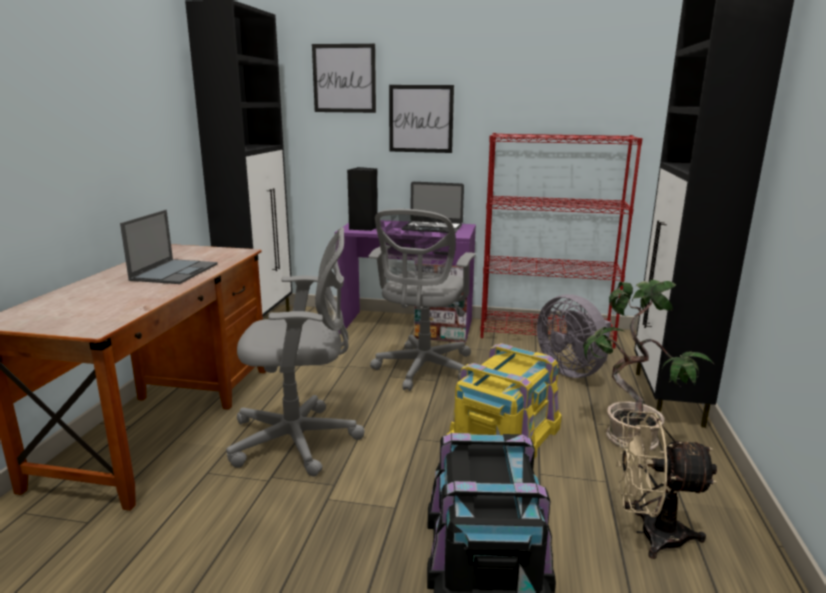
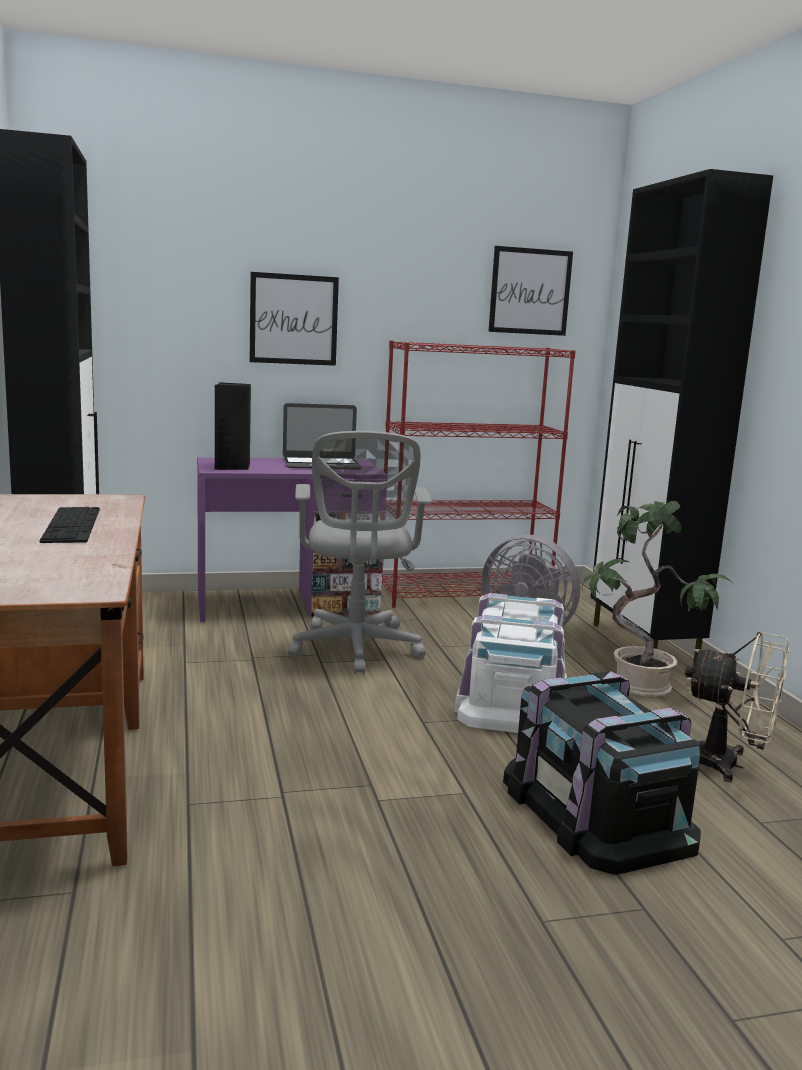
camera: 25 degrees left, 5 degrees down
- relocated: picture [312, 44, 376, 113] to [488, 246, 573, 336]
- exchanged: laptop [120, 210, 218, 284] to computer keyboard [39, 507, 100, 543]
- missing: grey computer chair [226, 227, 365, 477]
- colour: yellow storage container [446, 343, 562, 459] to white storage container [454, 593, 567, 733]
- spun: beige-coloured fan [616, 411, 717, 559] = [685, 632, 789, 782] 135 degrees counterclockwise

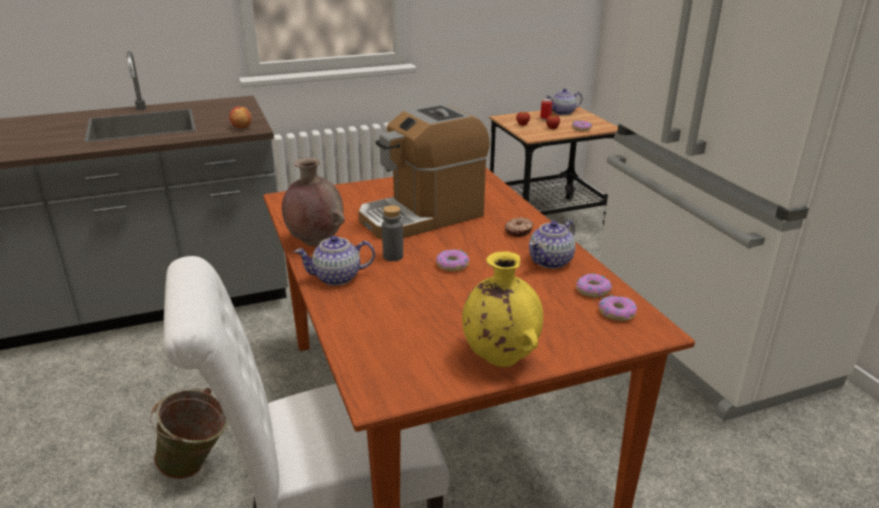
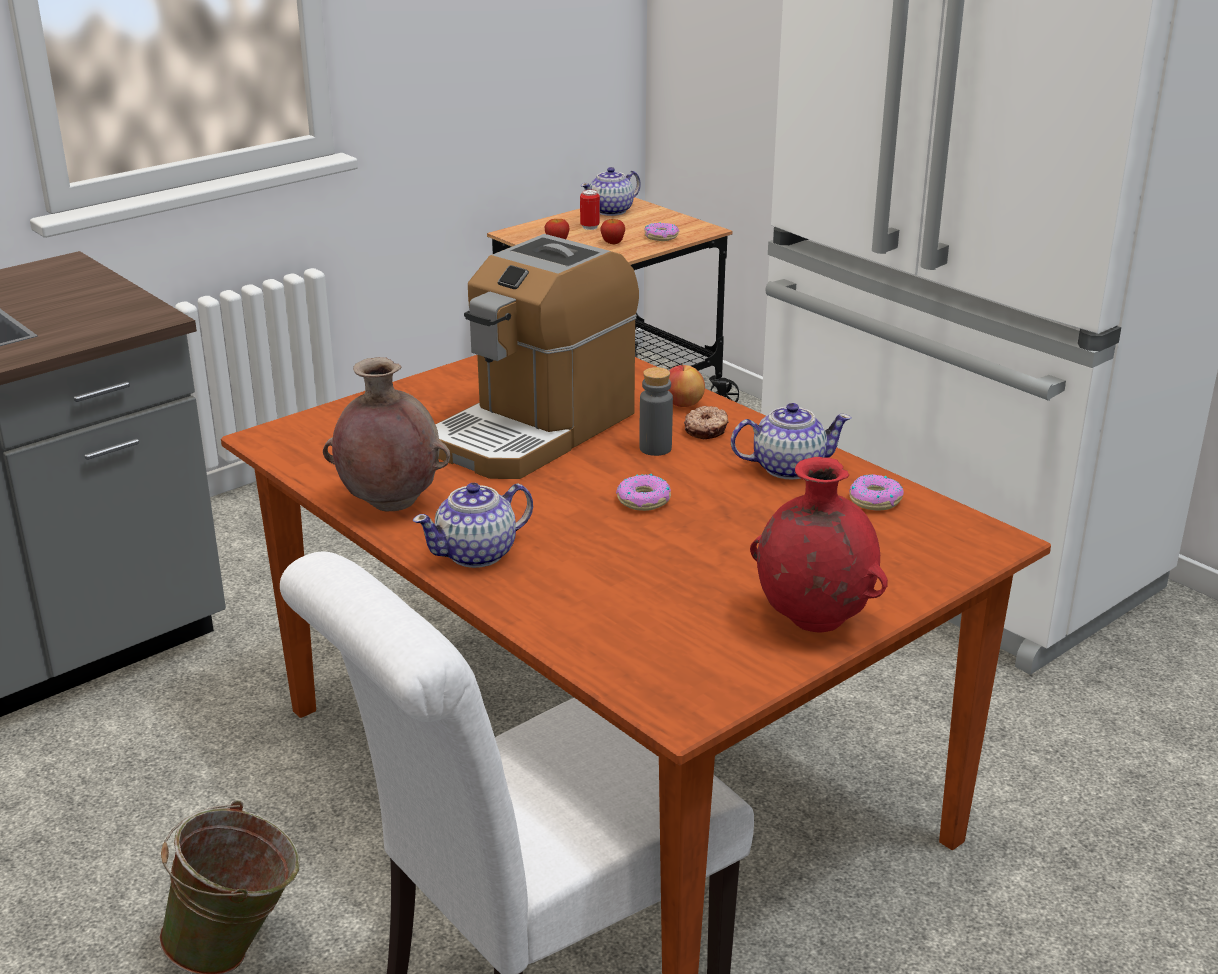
camera: 20 degrees left, 0 degrees up
- relocated: apple fruit [229, 107, 251, 129] to [668, 364, 705, 407]
- relocated: grey bottle [382, 205, 403, 261] to [639, 367, 673, 456]
- spun: tea pot [529, 220, 576, 269] = [731, 403, 852, 480] 120 degrees counterclockwise
- colour: yellow vase [462, 251, 543, 367] to red-coloured vase [750, 457, 888, 632]
- missing: ring doughnut [599, 295, 637, 321]

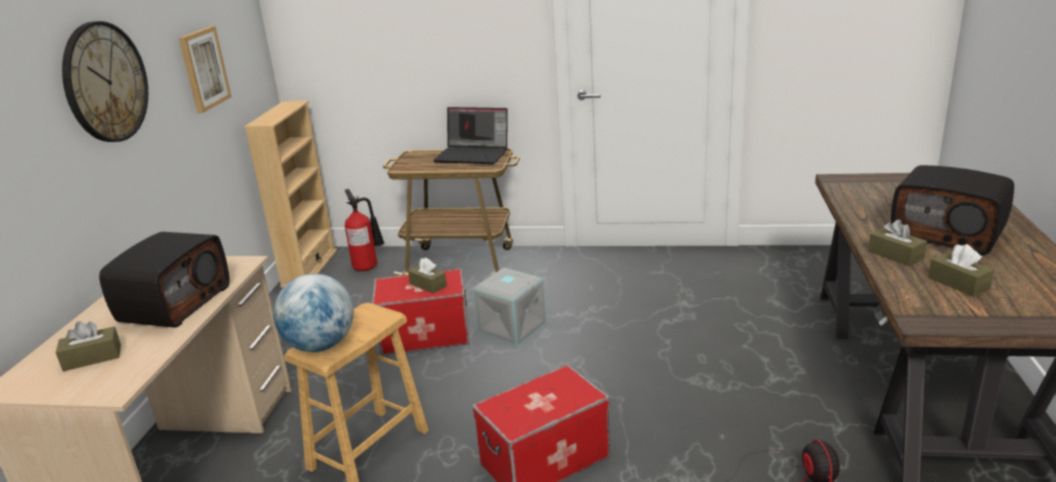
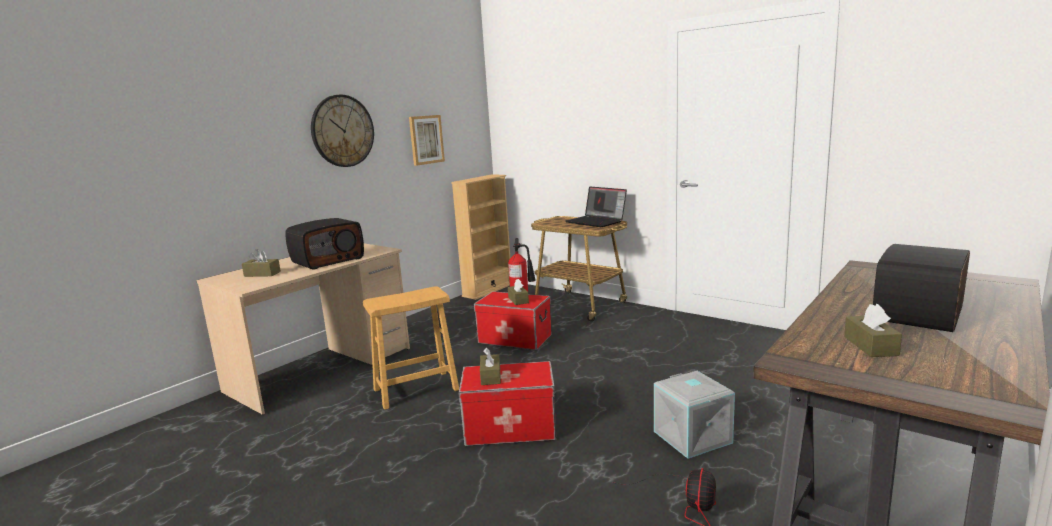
camera: 30 degrees right, 10 degrees down
- spun: radio receiver [891, 165, 1014, 255] = [873, 244, 970, 332] 60 degrees clockwise
- relocated: brown-coloured tissue holder [868, 219, 927, 266] to [480, 348, 501, 385]
- relocated: grey storage container [472, 268, 546, 346] to [654, 371, 735, 459]
- missing: world globe [273, 274, 354, 352]

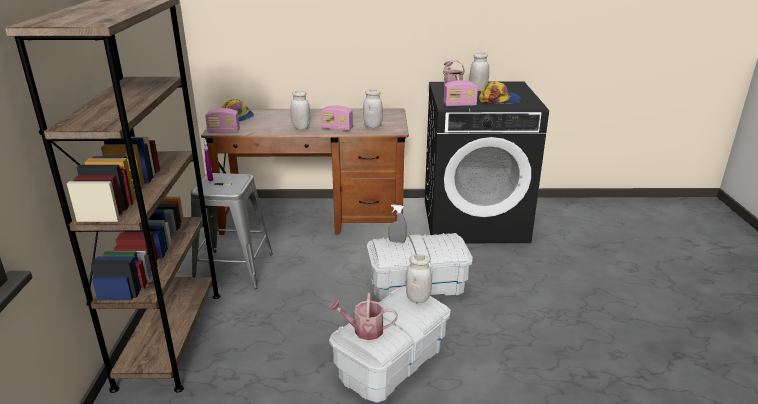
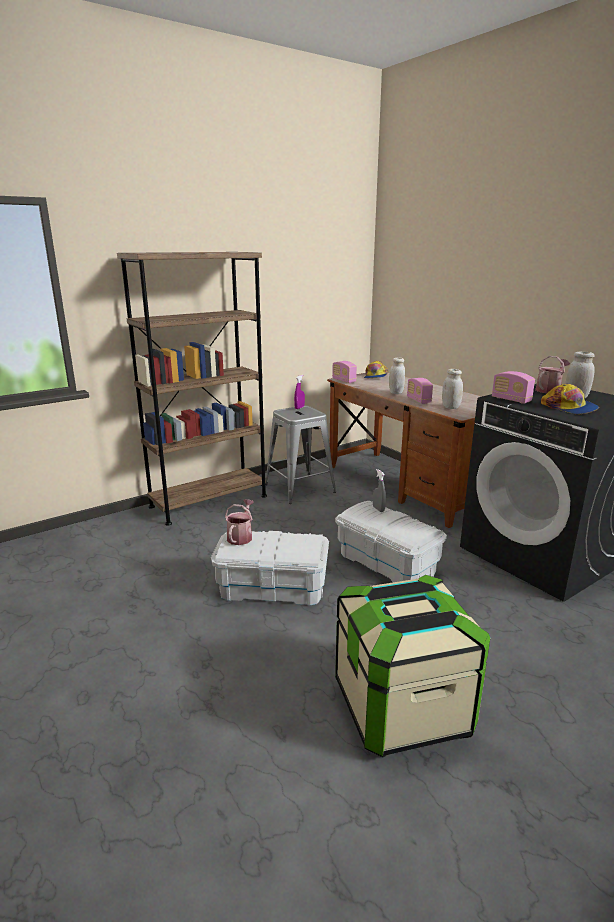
camera: 55 degrees right, 5 degrees down
- missing: white jar [406, 254, 432, 303]
- spun: watering pot [329, 293, 398, 340] = [225, 499, 254, 545] 45 degrees clockwise
- appeared: storage container [335, 575, 490, 757]

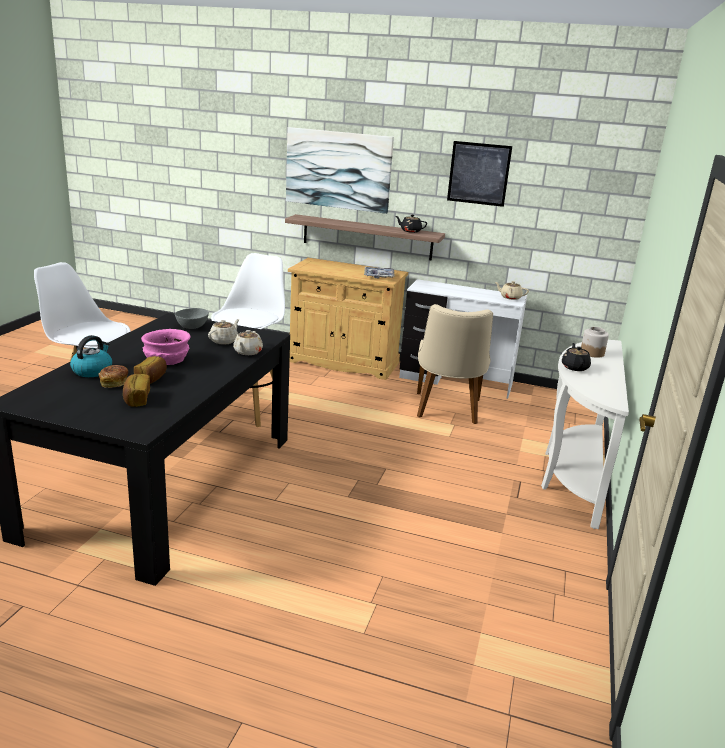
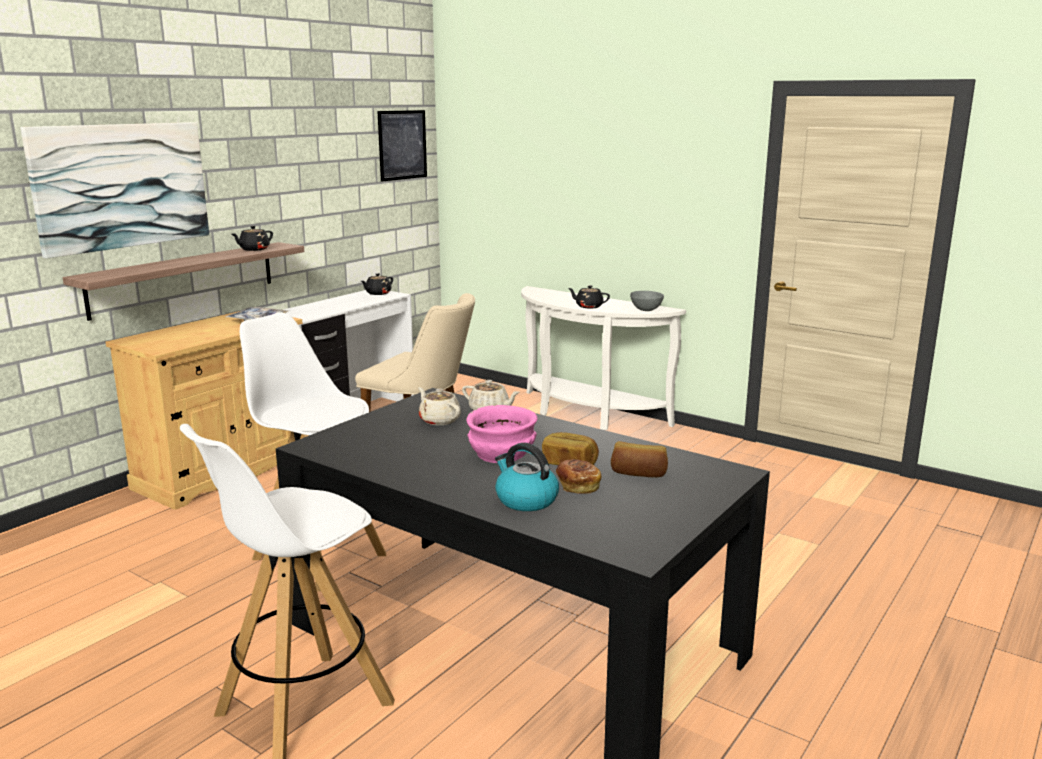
camera: 70 degrees left, 5 degrees down
- relocated: picture [447, 141, 512, 207] to [377, 110, 427, 182]
- colour: beige-coloured tea pot [495, 281, 529, 300] to black-coloured tea pot [361, 273, 393, 295]
- relocated: grey deep dish [175, 308, 209, 329] to [630, 291, 664, 311]
- missing: jar [581, 327, 609, 358]

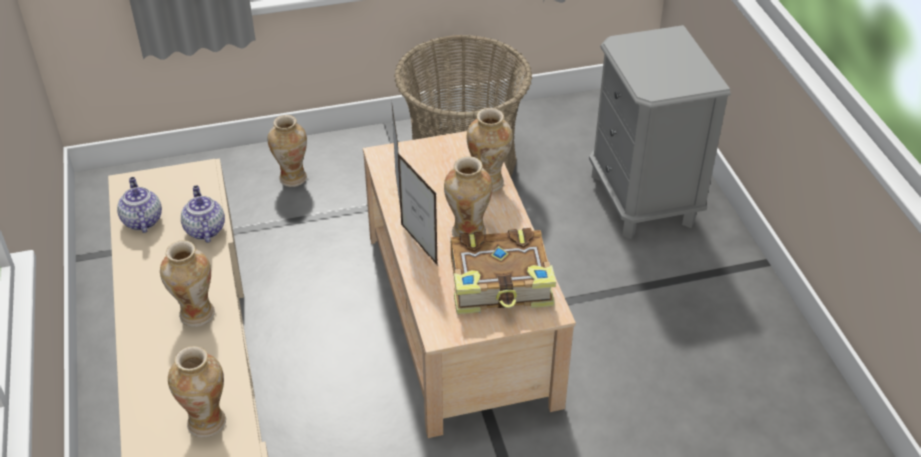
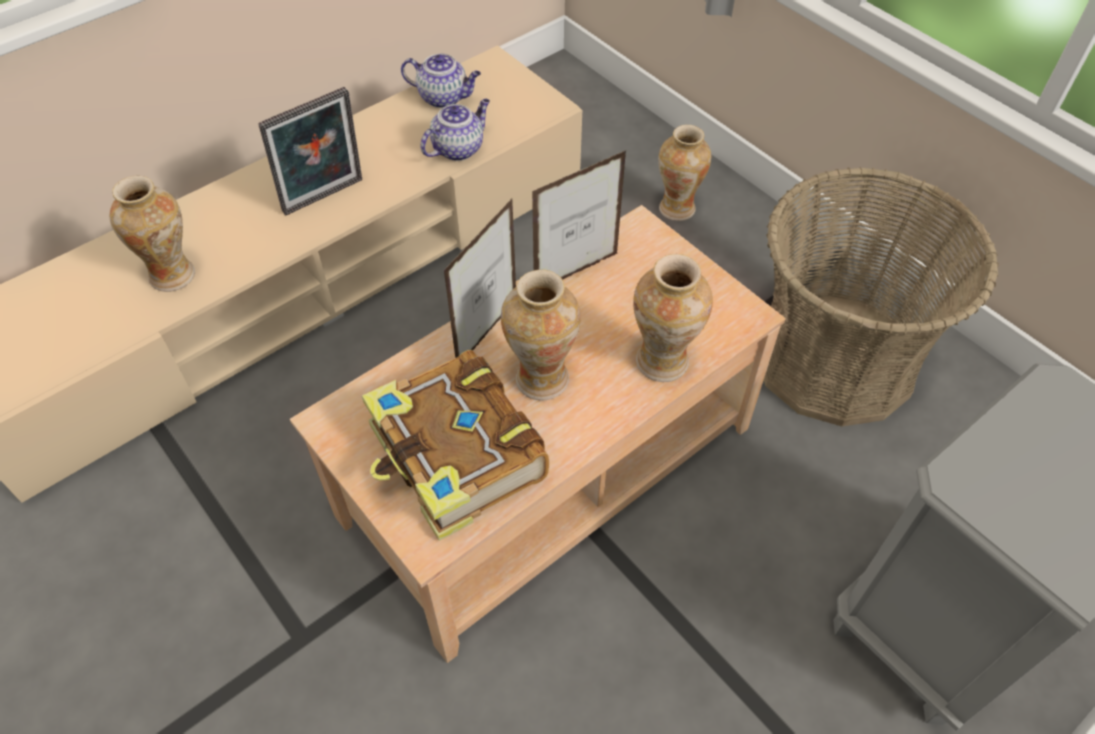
camera: 65 degrees right, 10 degrees up
- spun: tea pot [117, 177, 162, 233] = [401, 54, 481, 108] 60 degrees clockwise
- exchanged: vase [160, 240, 215, 327] to picture frame [258, 87, 362, 215]

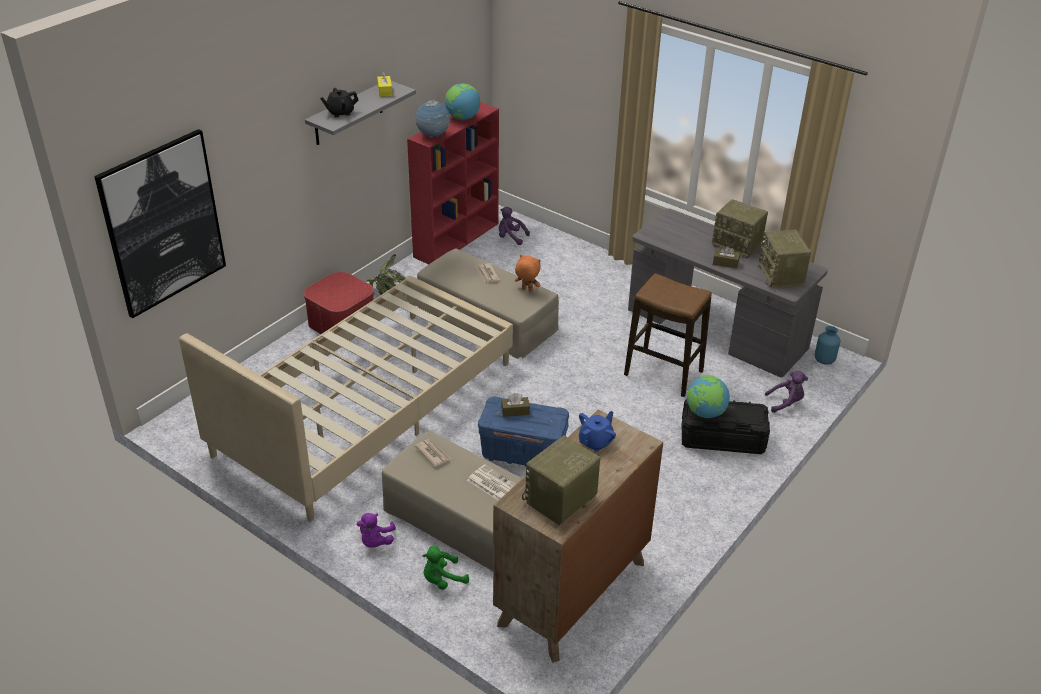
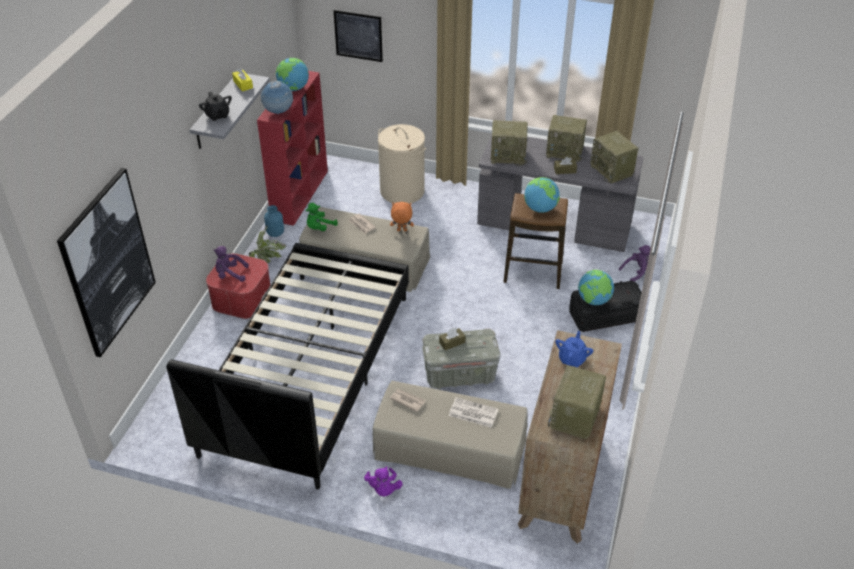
camera: 20 degrees left, 5 degrees up
- spun: black-coloured tea pot [320, 88, 359, 118] = [199, 92, 232, 121] 75 degrees counterclockwise
- relocated: purplish cuddly toy [499, 207, 530, 245] to [213, 246, 249, 282]
- colour: beige-coloured bed [179, 275, 513, 521] to black-coloured bed [166, 243, 409, 489]
- relocated: blue vase [814, 326, 841, 365] to [264, 205, 284, 237]
- colour: blue storage container [478, 397, 569, 467] to grey storage container [422, 329, 500, 389]
- relocated: green cuddly toy [422, 546, 469, 590] to [306, 203, 338, 231]
- appeared: picture [334, 10, 383, 62]
- appeared: radio receiver [491, 120, 528, 166]
- appeared: beige-coloured laundry basket [378, 124, 426, 203]
- appeared: world globe [524, 177, 560, 213]

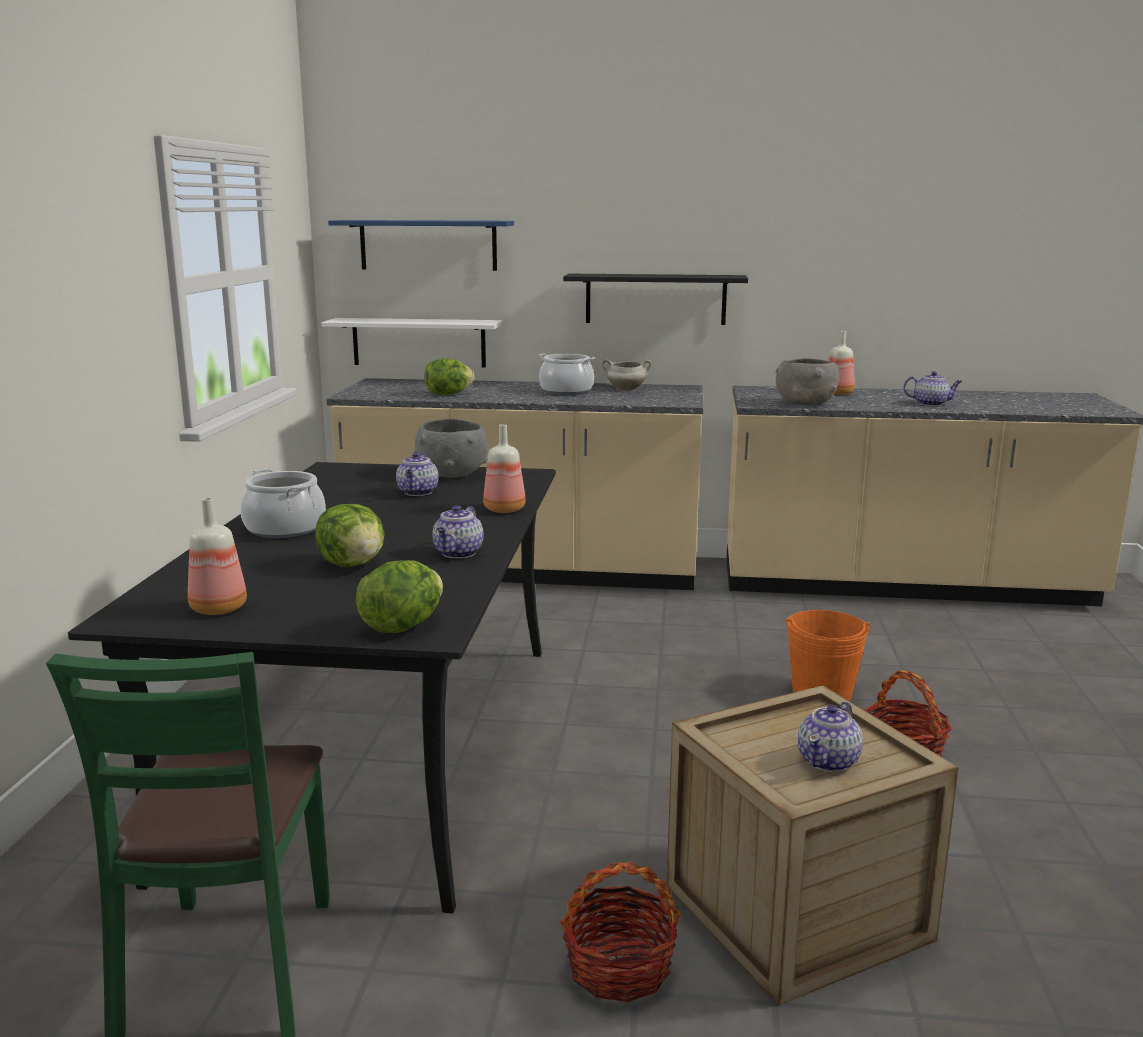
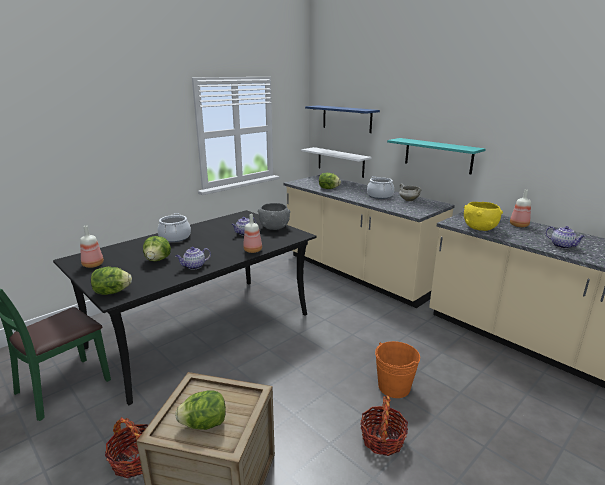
camera: 40 degrees right, 5 degrees up
- colour: black-coloured wall shelf [563, 274, 748, 325] to turquoise-coloured wall shelf [387, 138, 486, 174]
- colour: grey deep dish [775, 358, 840, 405] to yellow deep dish [464, 202, 503, 231]
- exchanged: tea pot [798, 702, 863, 772] to lettuce head [175, 390, 226, 430]

